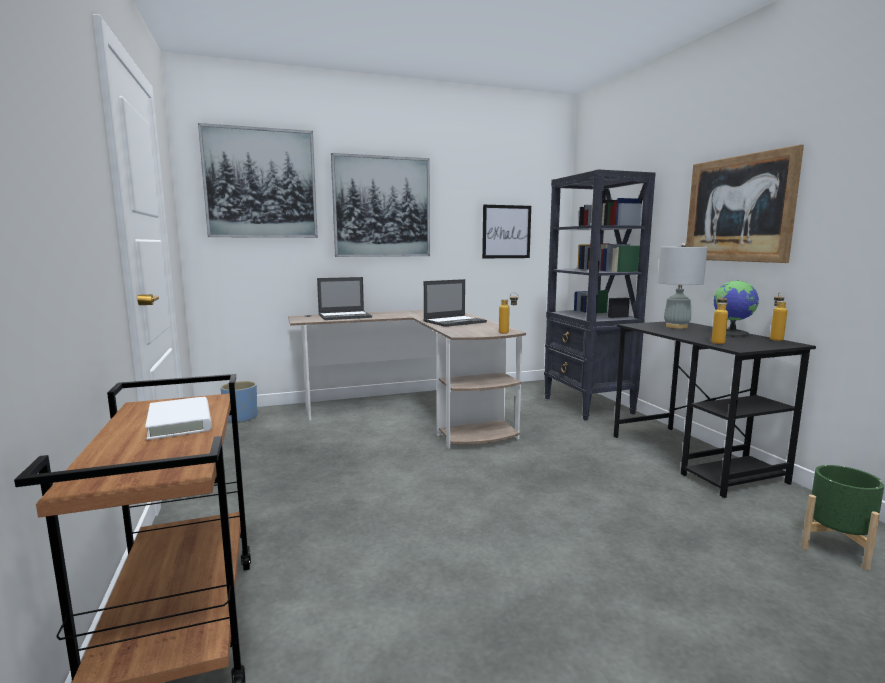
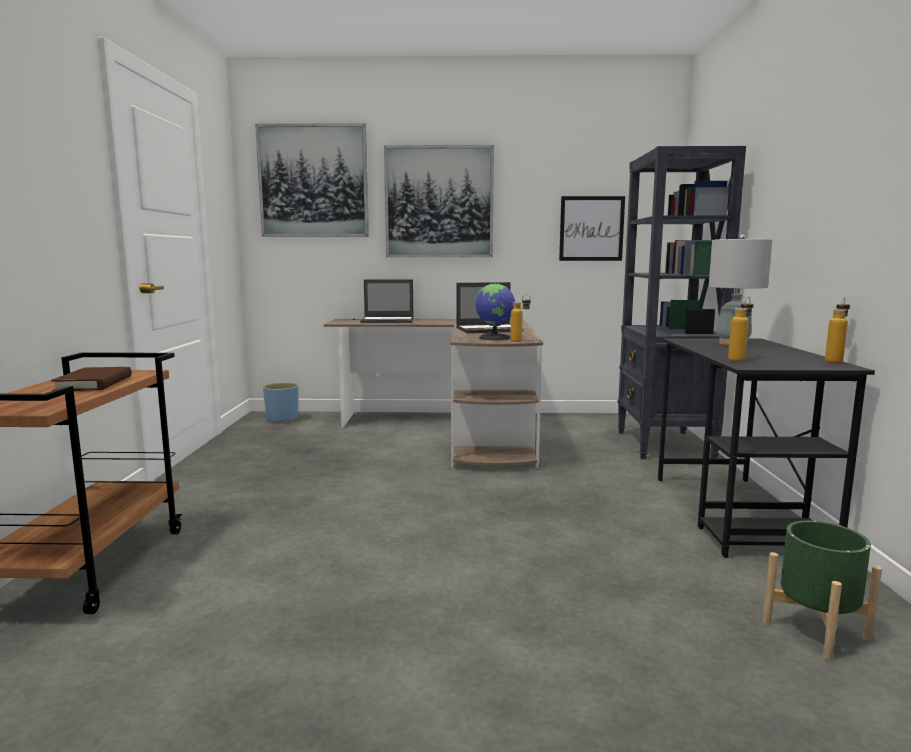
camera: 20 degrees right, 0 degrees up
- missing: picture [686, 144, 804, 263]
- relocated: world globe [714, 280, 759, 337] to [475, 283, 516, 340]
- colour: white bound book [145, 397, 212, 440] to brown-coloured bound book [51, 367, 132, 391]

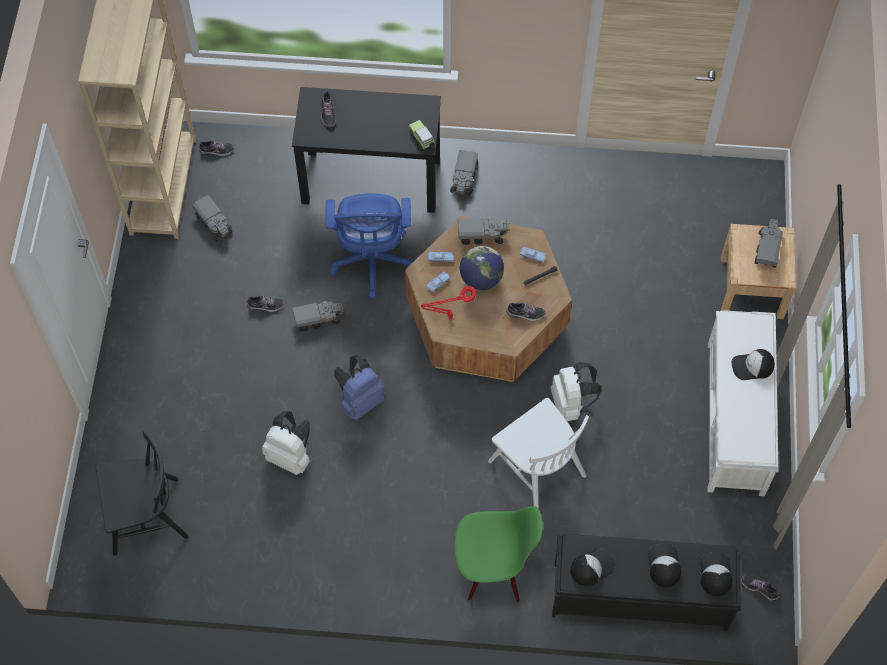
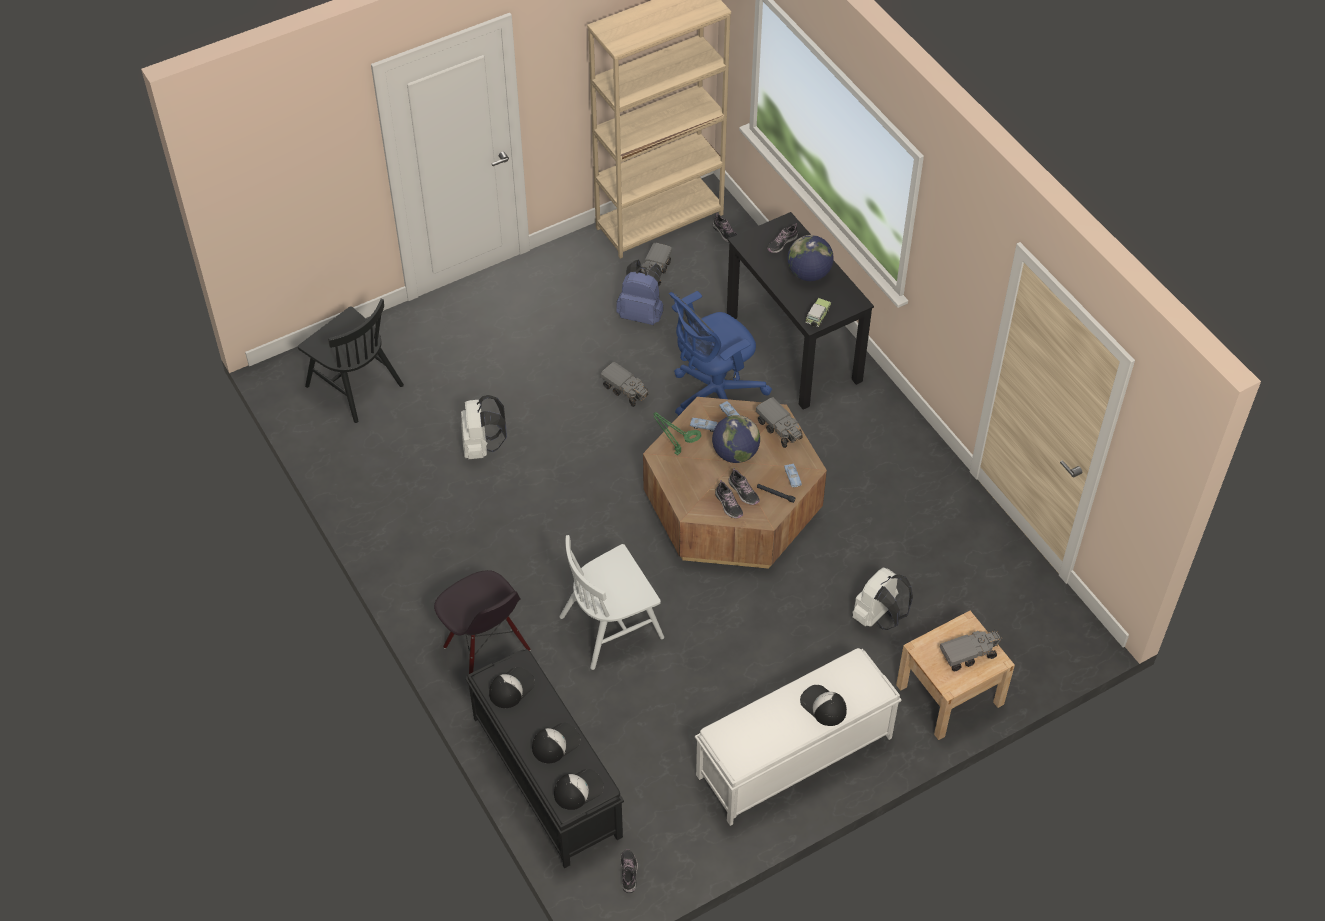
camera: 55 degrees right, 10 degrees down
- missing: toy truck [450, 150, 478, 196]
- colour: red-coloured table lamp [421, 286, 476, 319] to green table lamp [653, 412, 701, 455]
- relocated: item of footwear [247, 295, 284, 312] to [729, 468, 760, 505]
- relocated: blue rucksack [334, 355, 386, 420] to [616, 259, 663, 325]
- relocated: white rucksack [551, 362, 602, 421] to [852, 568, 913, 630]
- spun: white plain chair [488, 398, 589, 509] = [559, 535, 664, 670] 45 degrees clockwise
- colour: green plain chair [454, 506, 543, 603] to black-coloured plain chair [434, 570, 531, 674]
- spun: peaked cap [570, 549, 615, 586] = [489, 667, 535, 708] 75 degrees counterclockwise
- appeared: world globe [787, 235, 834, 281]

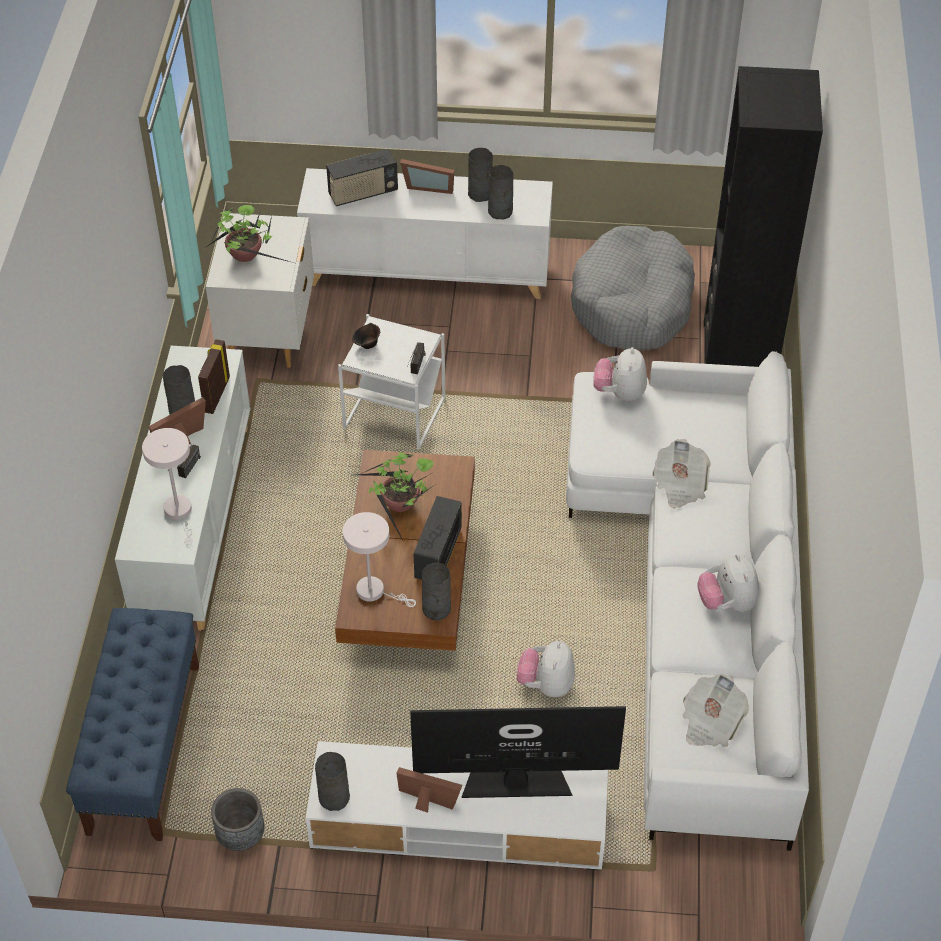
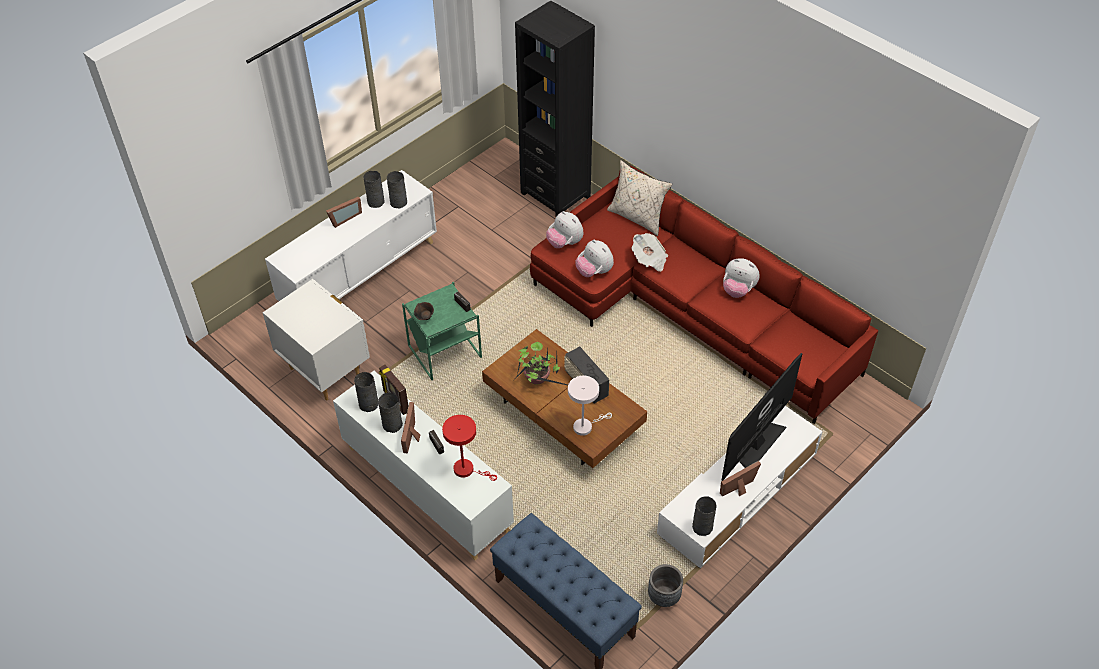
camera: 50 degrees left, 0 degrees up
- missing: radio receiver [326, 149, 398, 206]
- missing: plant in a pot [205, 205, 293, 263]
- missing: grey pet bed [571, 226, 695, 351]
- colour: white accent table [338, 314, 445, 449] to green accent table [402, 282, 482, 380]
- colour: white sofa [566, 351, 809, 851] to red-coloured sofa [530, 165, 878, 424]
- colour: white table lamp [142, 428, 192, 545] to red-coloured table lamp [442, 415, 497, 481]
- relocated: grey vase [422, 562, 451, 620] to [354, 372, 379, 412]
- relocated: cuddly toy [517, 641, 575, 697] to [575, 240, 614, 277]
- missing: printed paper [683, 674, 749, 747]
- appeared: beige-coloured throw pillow [607, 160, 672, 236]

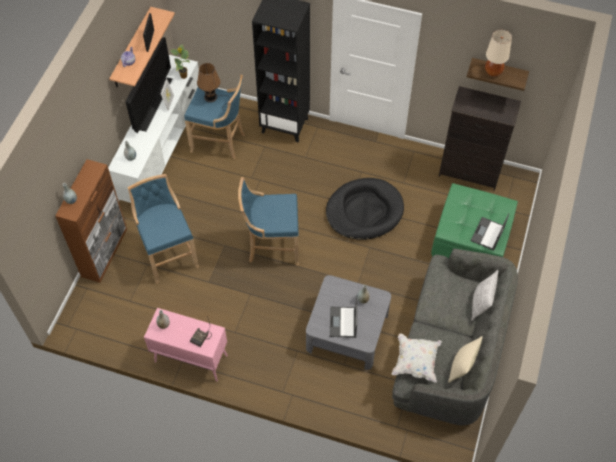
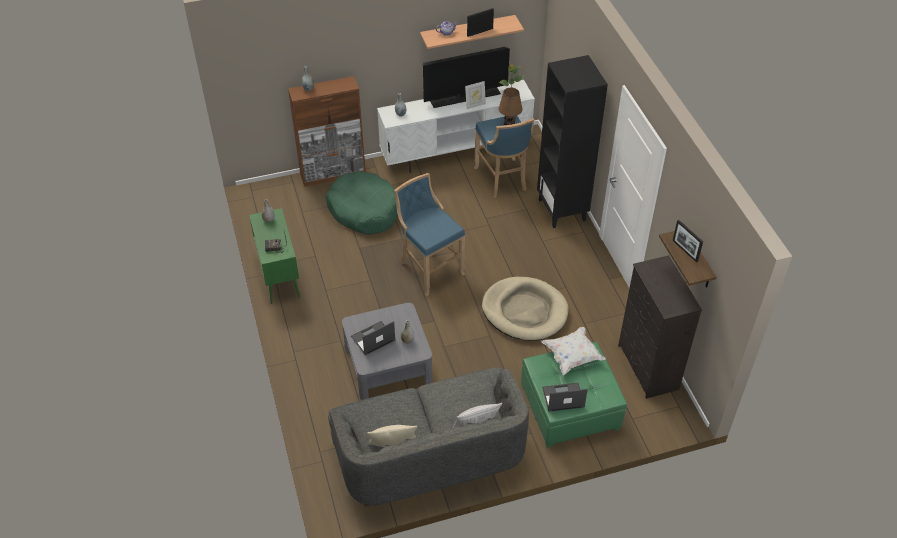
camera: 55 degrees right, 10 degrees down
- exchanged: beige-coloured table lamp [485, 30, 512, 77] to picture frame [673, 220, 703, 263]
- exchanged: blue sitting stool [127, 174, 199, 284] to green pet bed [326, 171, 398, 235]
- colour: black-coloured pet bed [326, 178, 404, 240] to beige-coloured pet bed [482, 277, 569, 341]
- colour: pink cabinet [144, 308, 228, 381] to green cabinet [249, 208, 300, 304]
- relocated: white throw pillow [392, 333, 442, 383] to [542, 327, 605, 375]

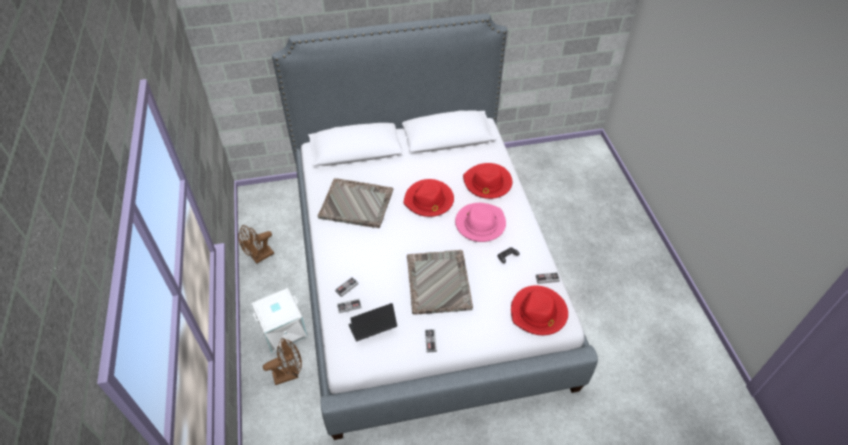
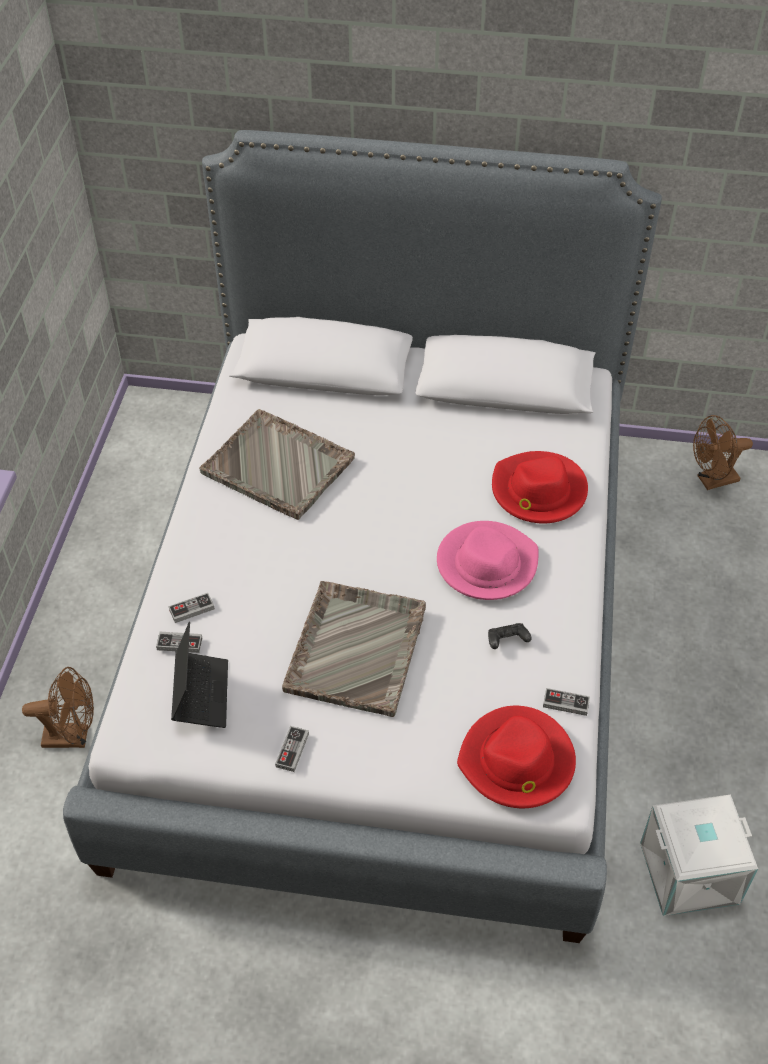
camera: 20 degrees right, 0 degrees up
- missing: red-coloured clothing hat [403, 179, 454, 217]
- relocated: brown-coloured fan [238, 225, 274, 264] to [693, 415, 753, 490]
- relocated: white storage container [251, 288, 307, 353] to [640, 794, 758, 916]
- spun: laptop [348, 303, 397, 341] = [171, 622, 228, 728] 90 degrees clockwise

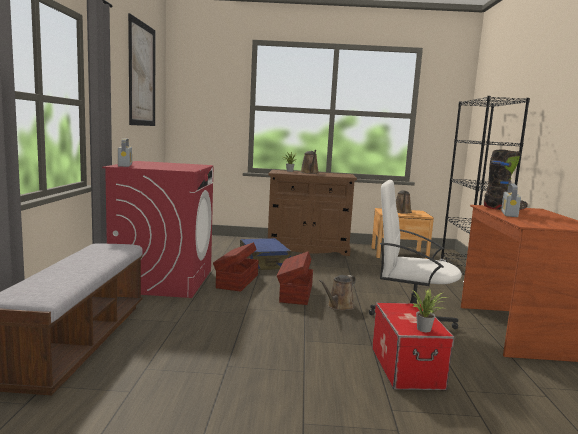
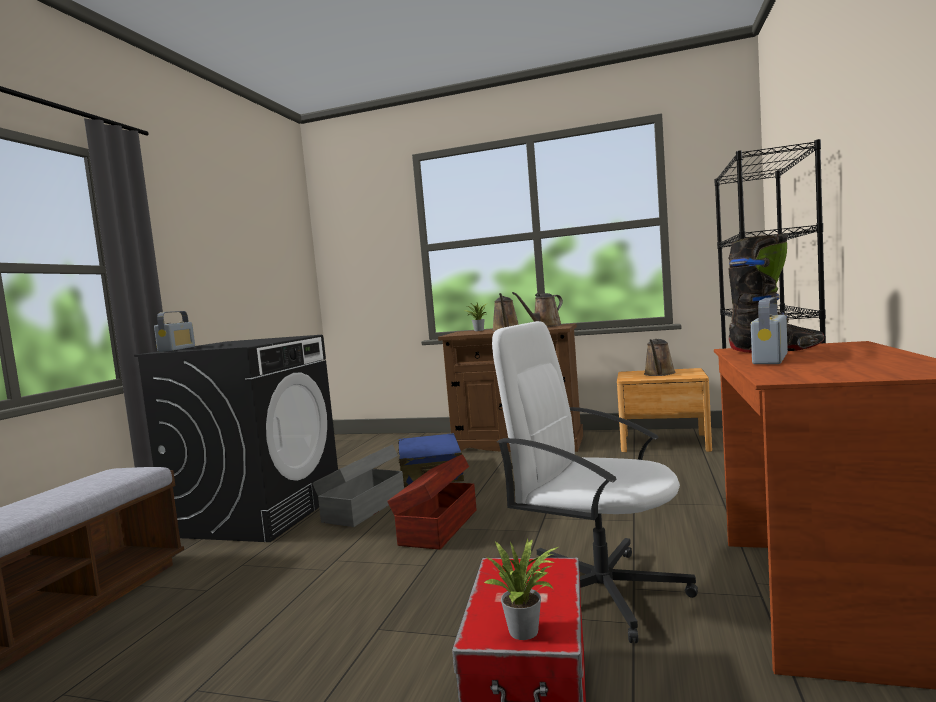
camera: 15 degrees right, 5 degrees down
- missing: picture [128, 13, 155, 126]
- colour: red-coloured washing machine [102, 161, 213, 298] to black-coloured washing machine [134, 335, 338, 542]
- colour: brown-coloured storage container [213, 242, 258, 292] to grey storage container [312, 445, 404, 527]
- relocated: brown-coloured watering pot [319, 275, 356, 311] to [512, 292, 563, 327]

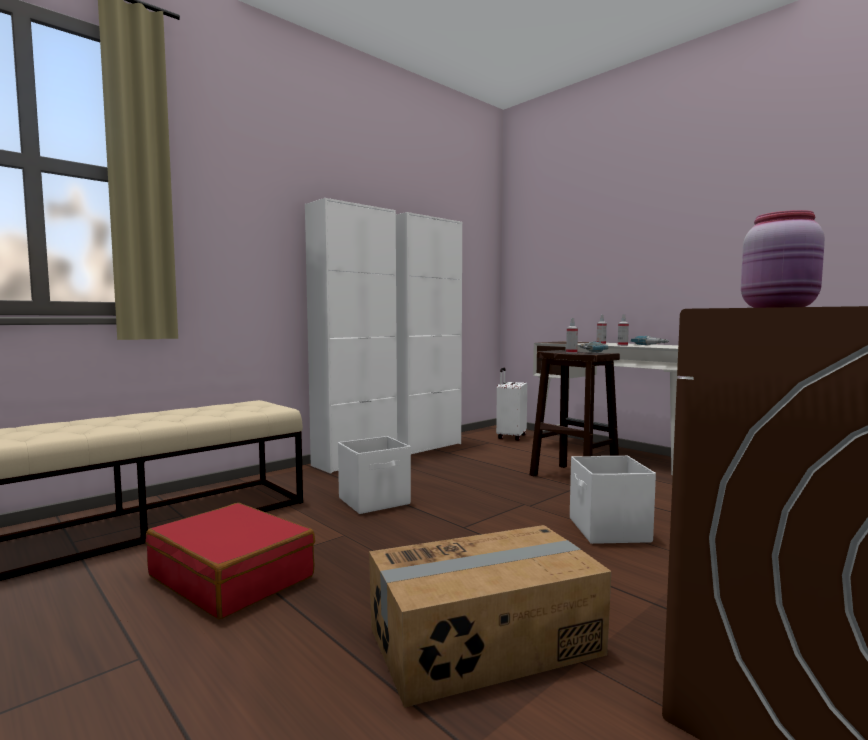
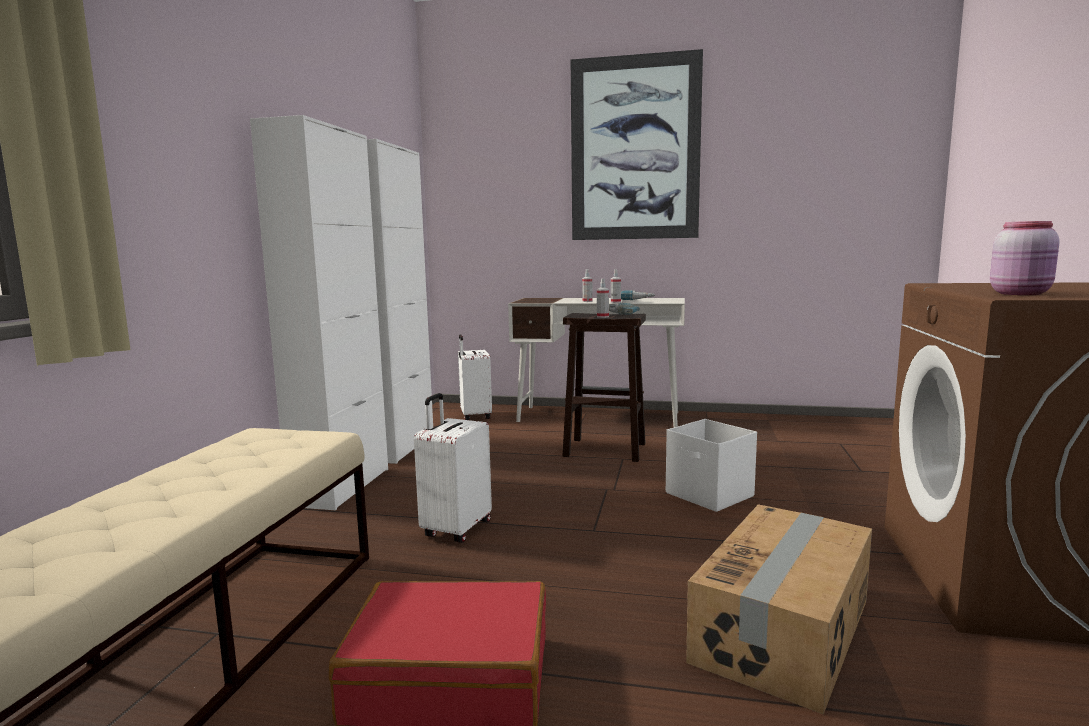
camera: 35 degrees left, 5 degrees up
- exchanged: white storage container [338, 436, 411, 514] to white piece of luggage [414, 393, 492, 543]
- appeared: picture [571, 49, 703, 240]

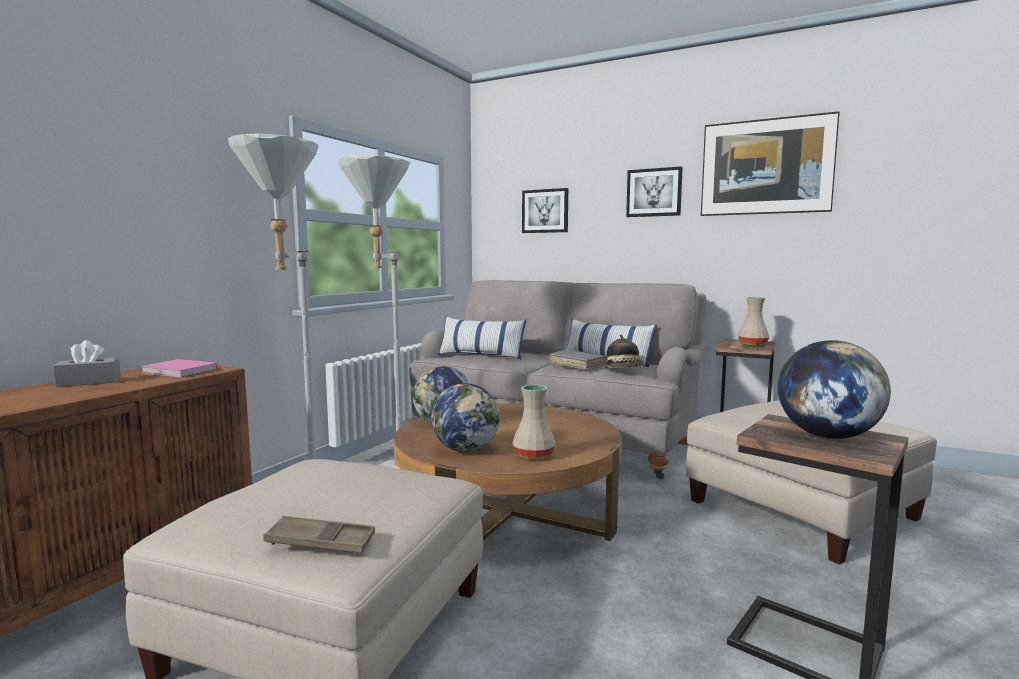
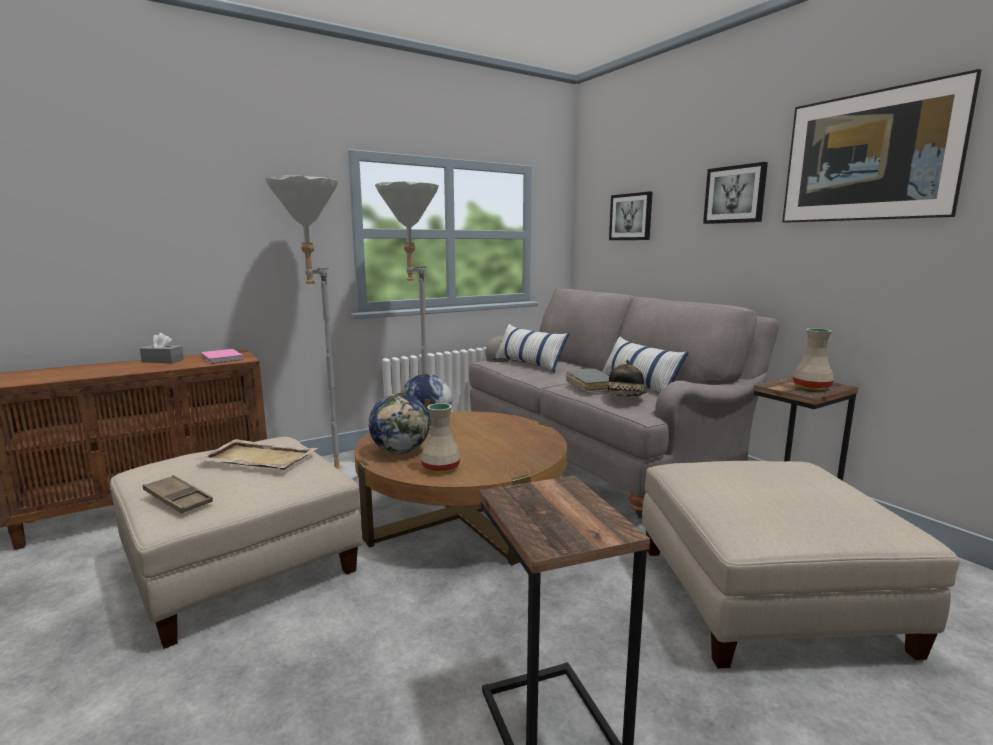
camera: 30 degrees right, 5 degrees up
- missing: world globe [778, 340, 891, 439]
- appeared: beige-coloured serving tray [195, 439, 318, 470]

